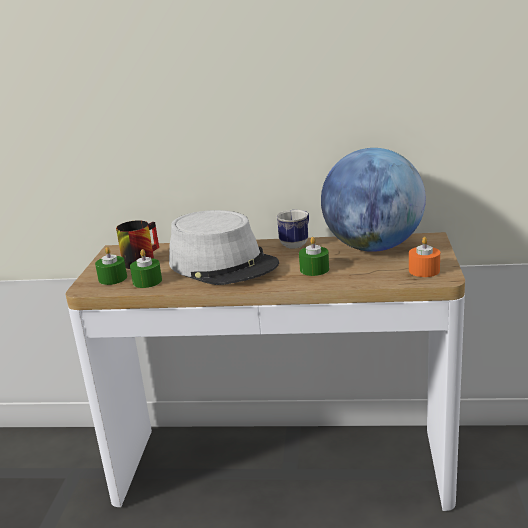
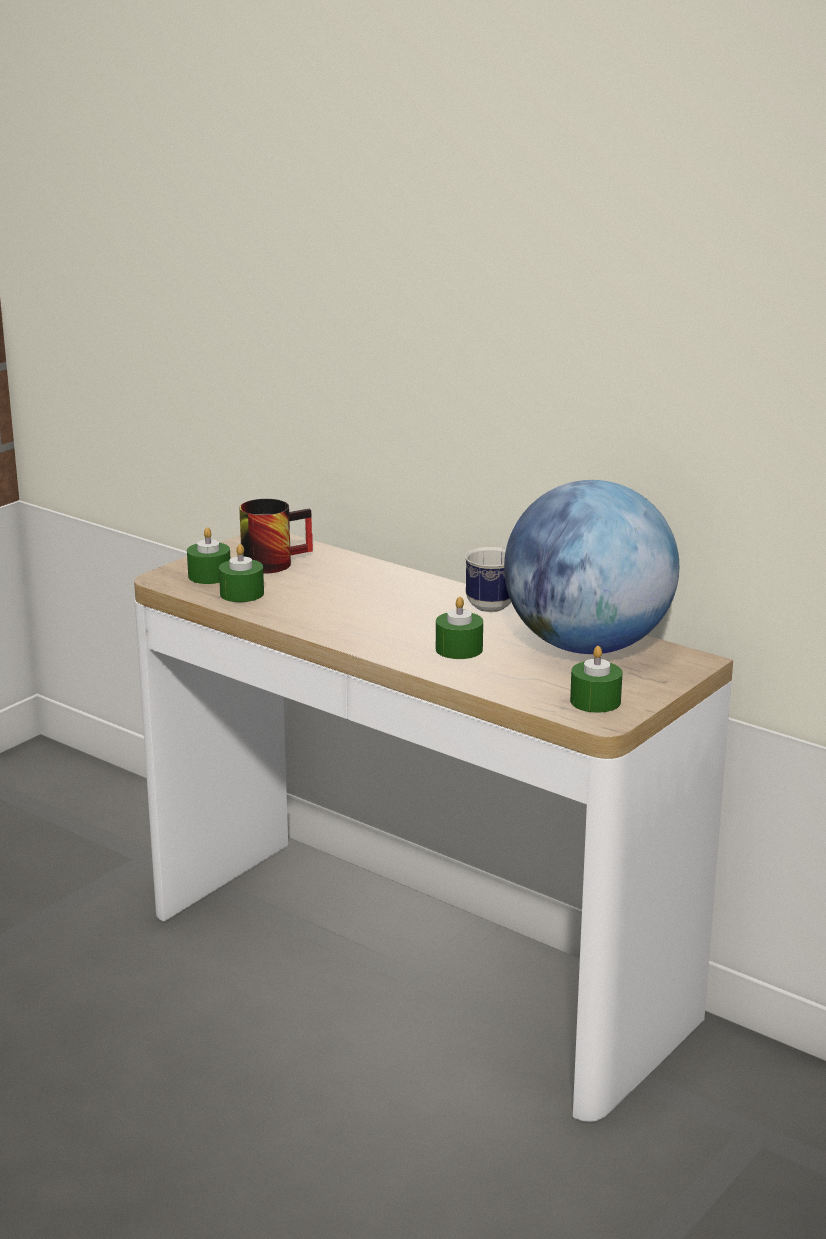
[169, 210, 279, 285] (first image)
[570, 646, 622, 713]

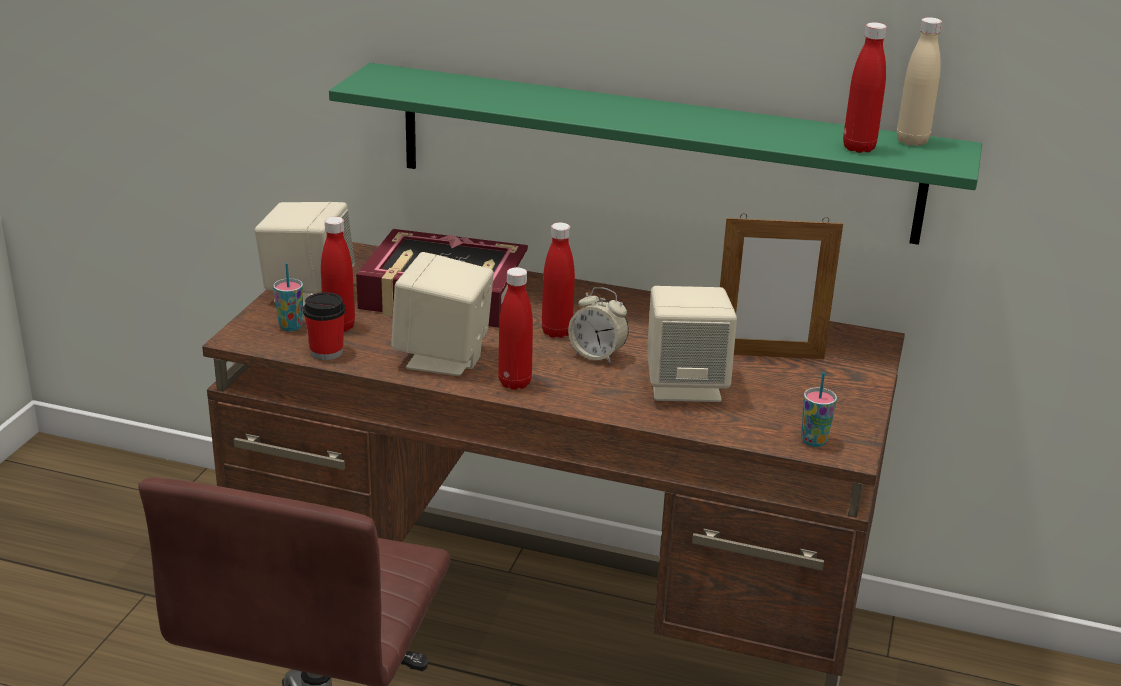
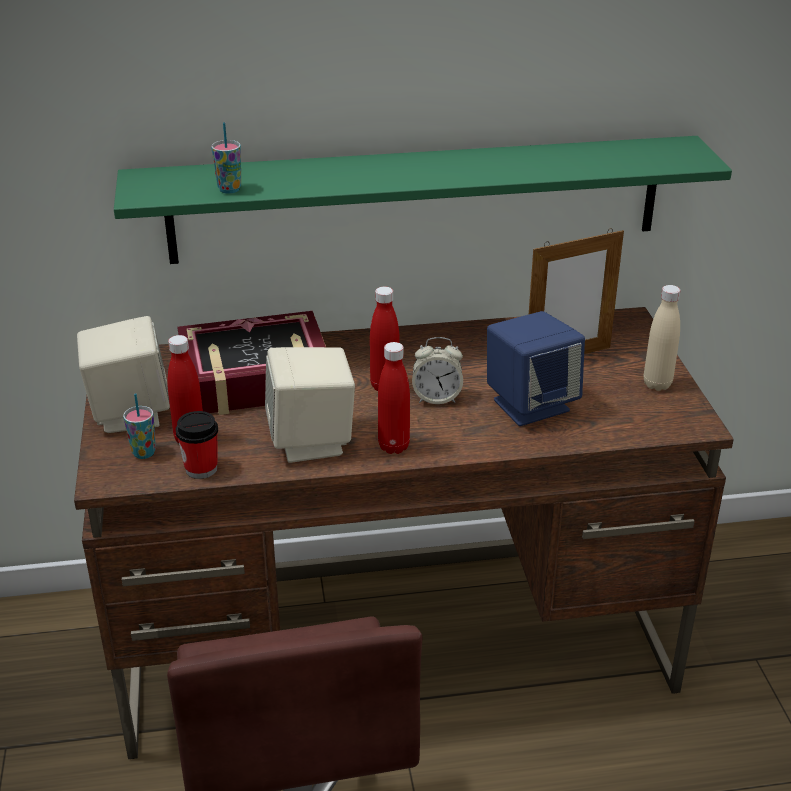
[644, 285, 680, 391]
[843, 22, 887, 153] (first image)
[487, 311, 585, 426]
[211, 122, 241, 194]

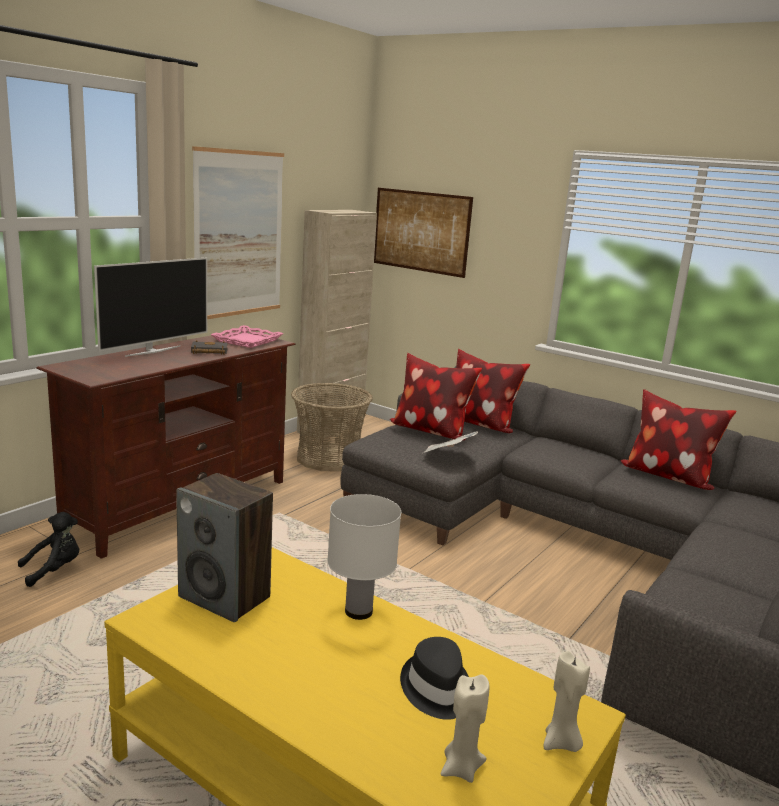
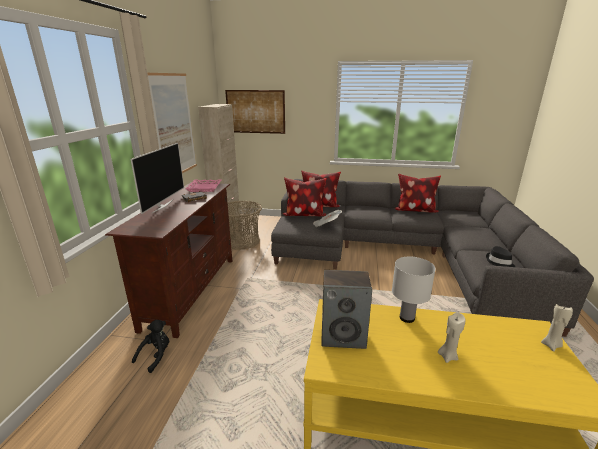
[486, 246, 515, 267]
[438, 312, 465, 363]

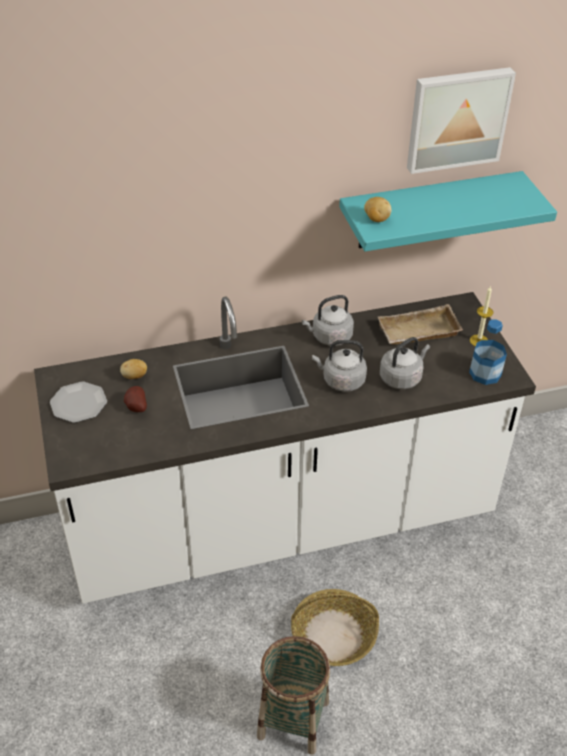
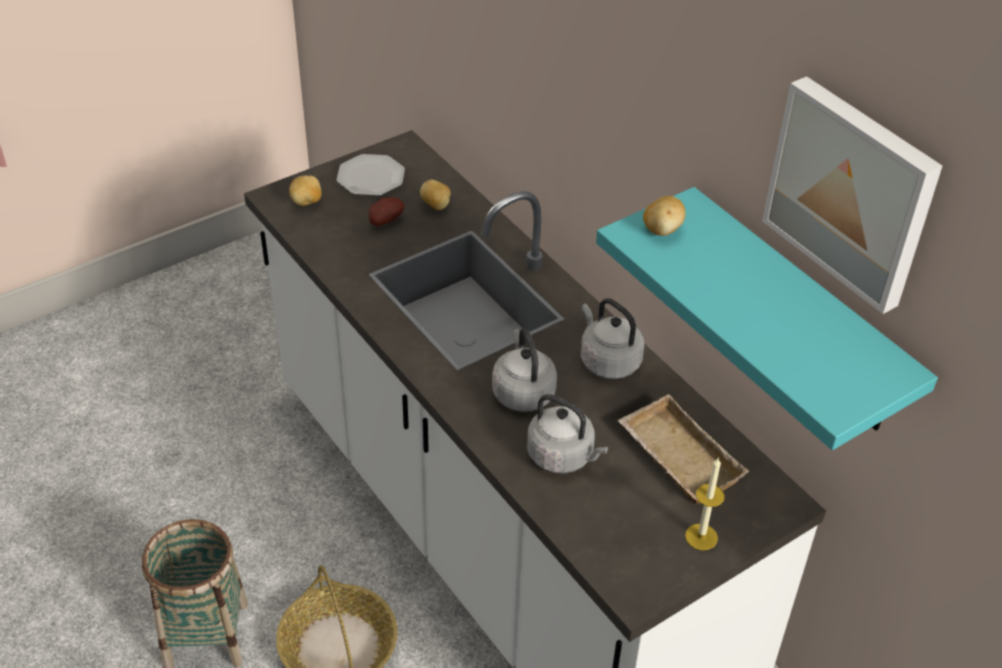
[469, 319, 507, 385] (first image)
[289, 175, 322, 206]

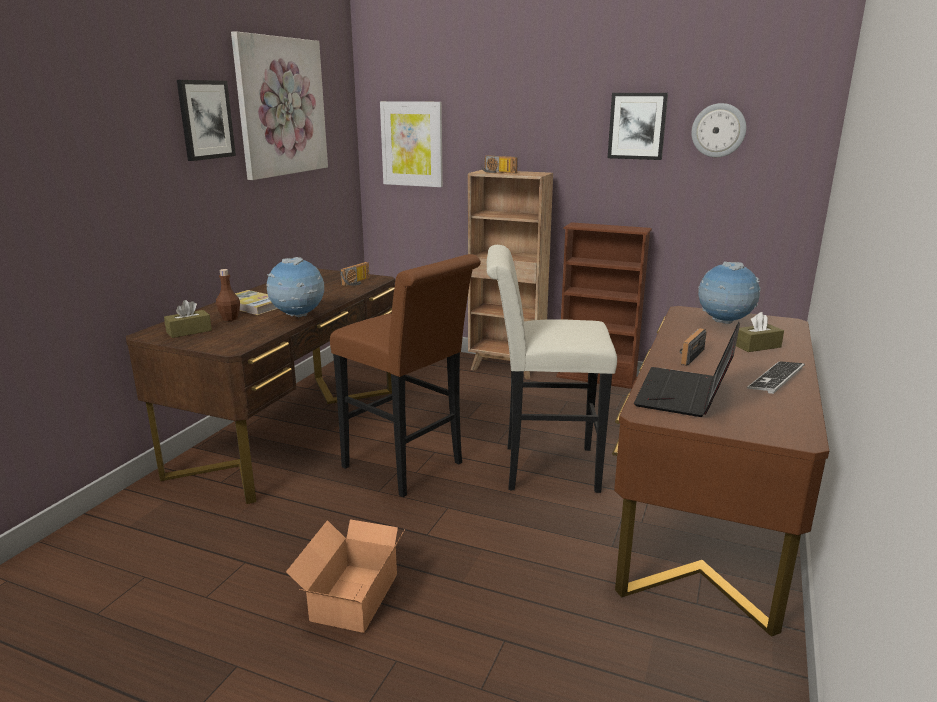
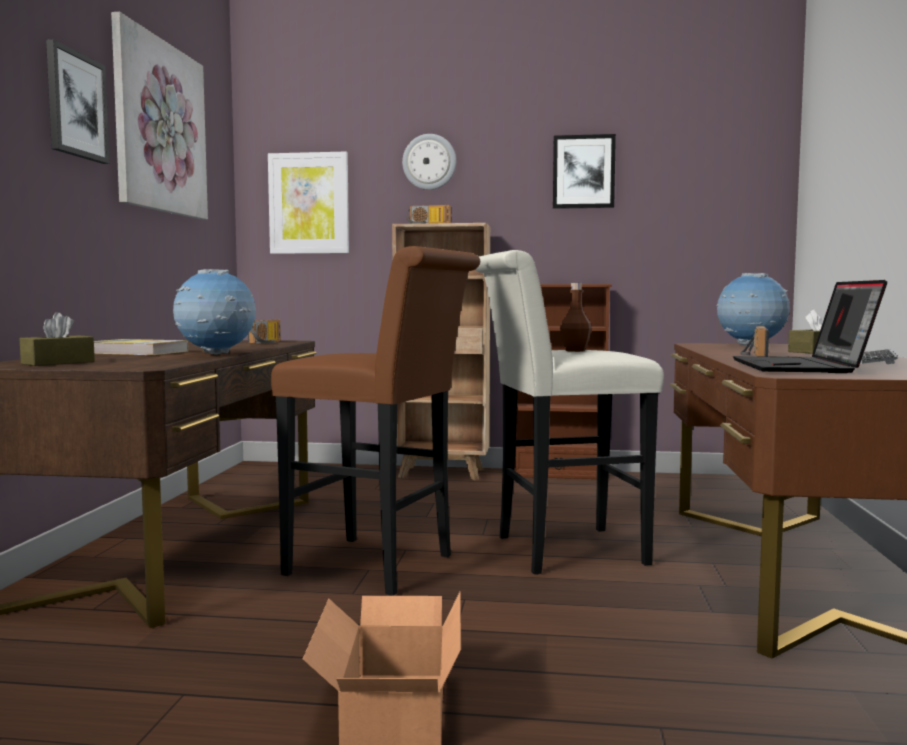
[402, 134, 456, 190]
[560, 283, 591, 352]

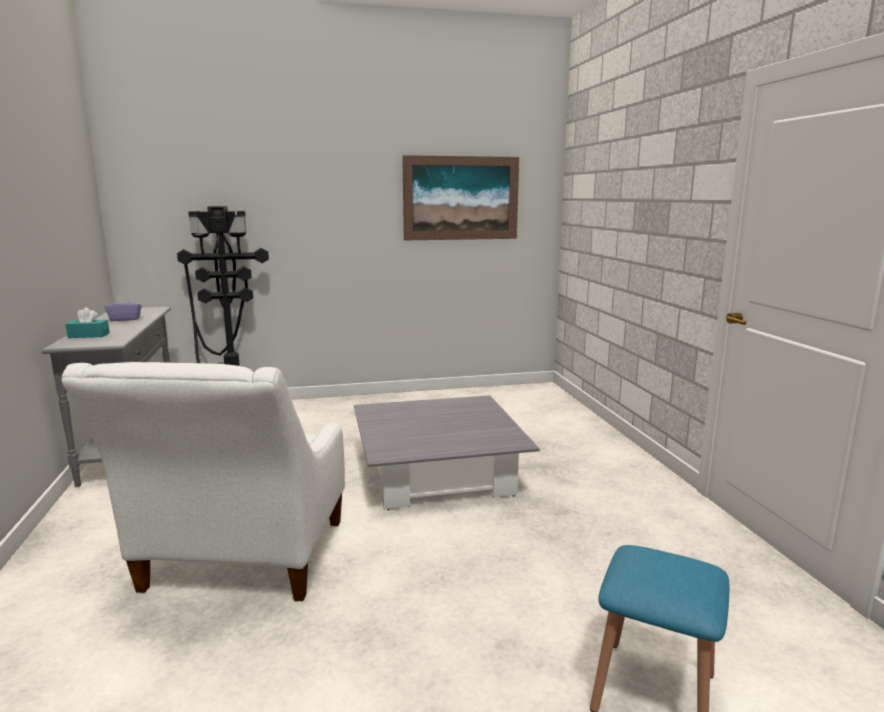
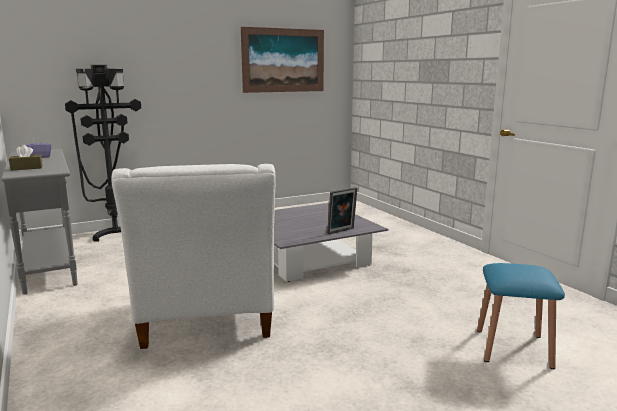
[9, 145, 42, 170]
[327, 187, 358, 234]

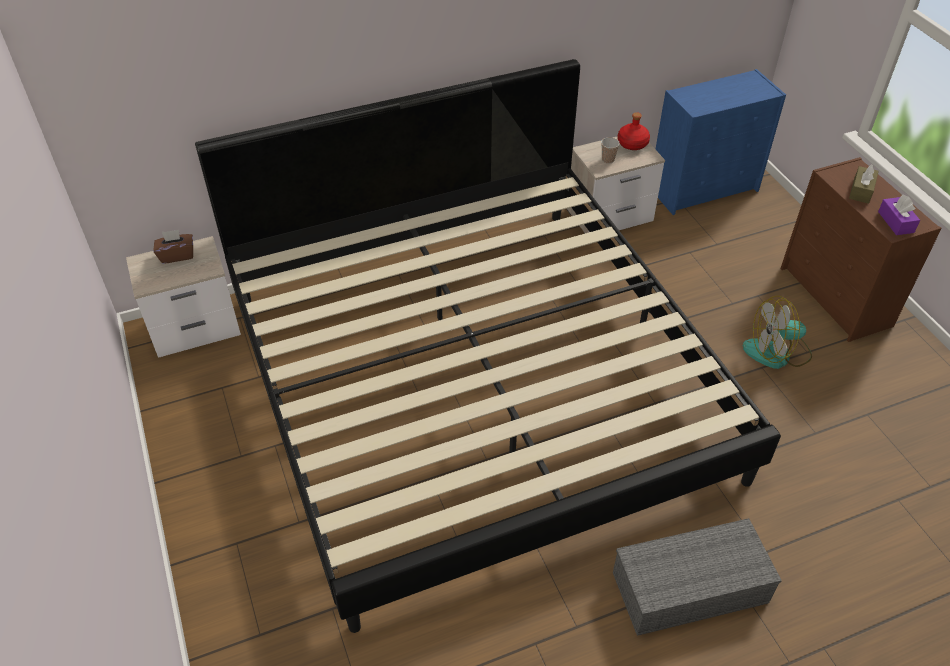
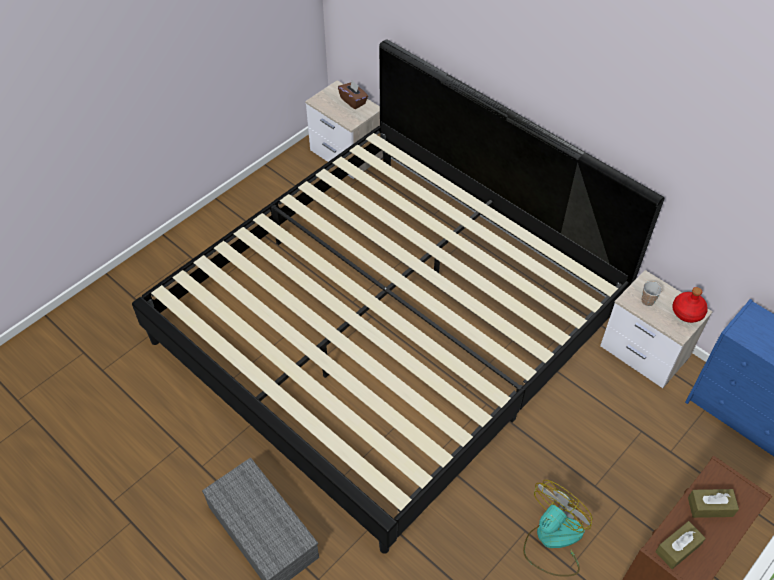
[655, 521, 706, 569]
[523, 480, 593, 577]

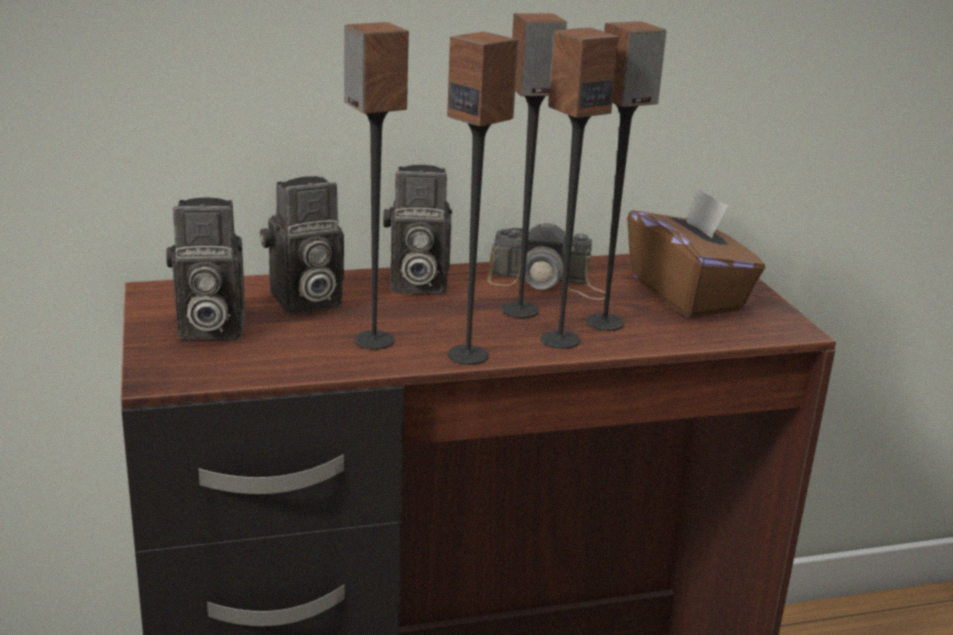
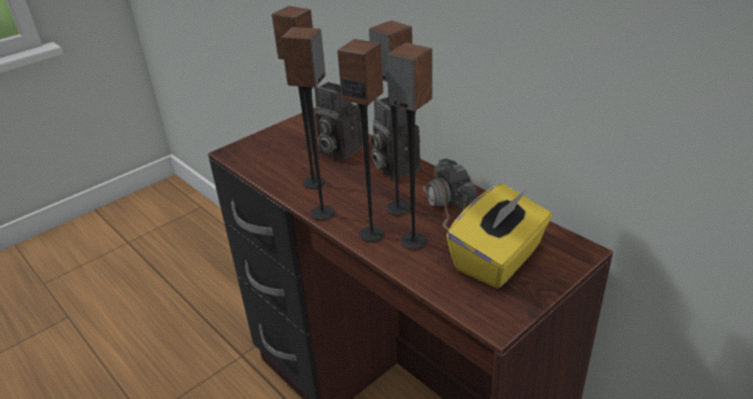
[447, 184, 552, 288]
[166, 197, 245, 340] (first image)

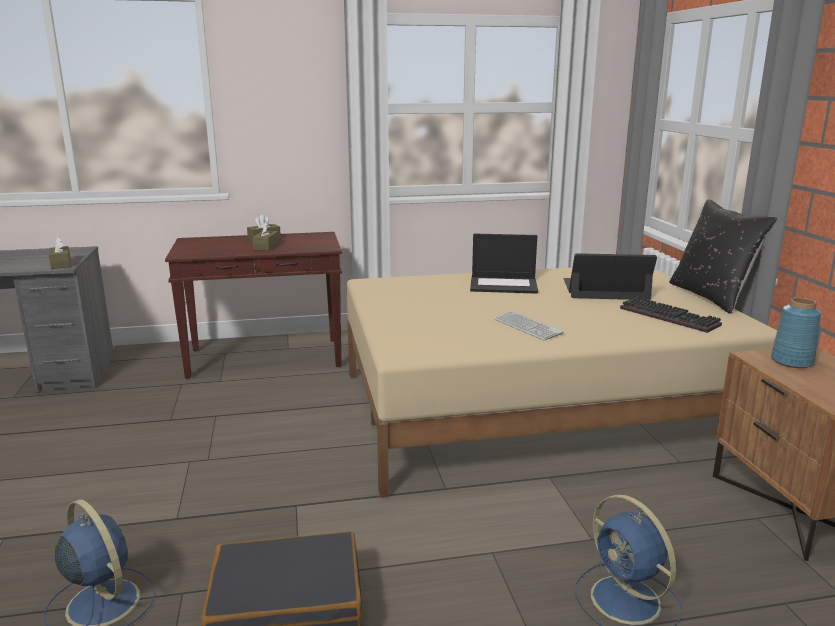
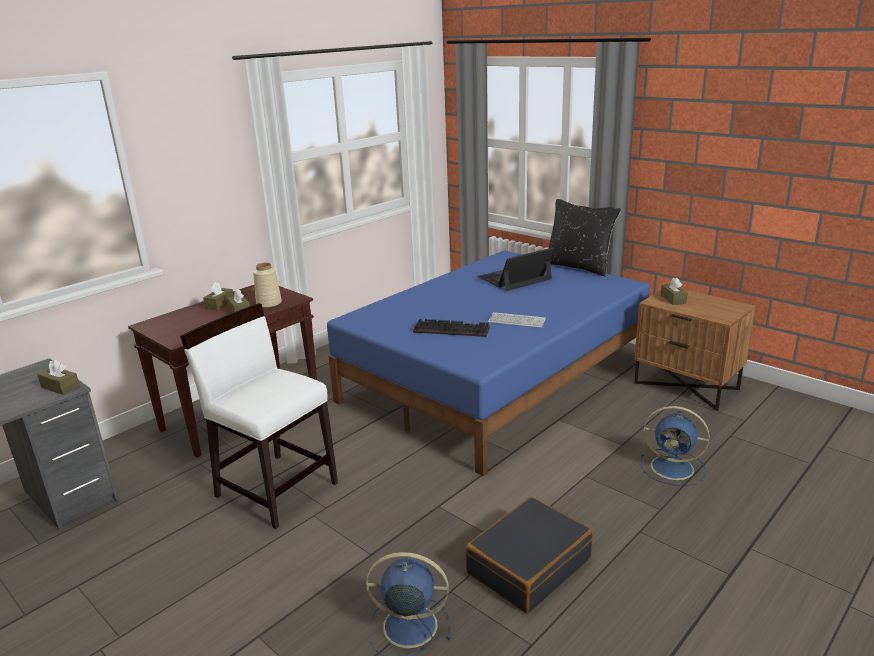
[470, 234, 538, 294] (first image)
[327, 251, 650, 476]
[413, 319, 490, 337]
[660, 277, 687, 305]
[253, 263, 282, 308]
[180, 304, 338, 529]

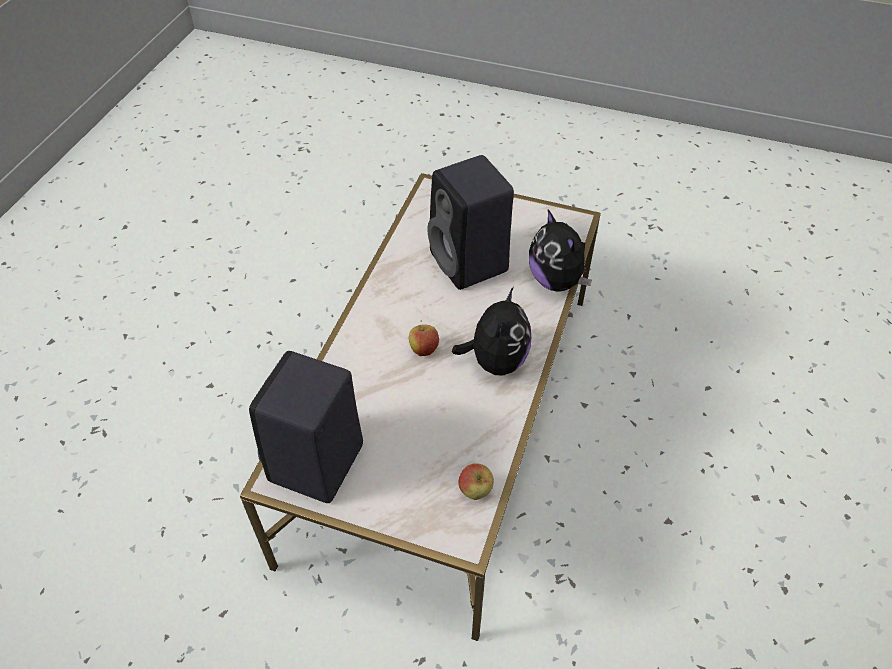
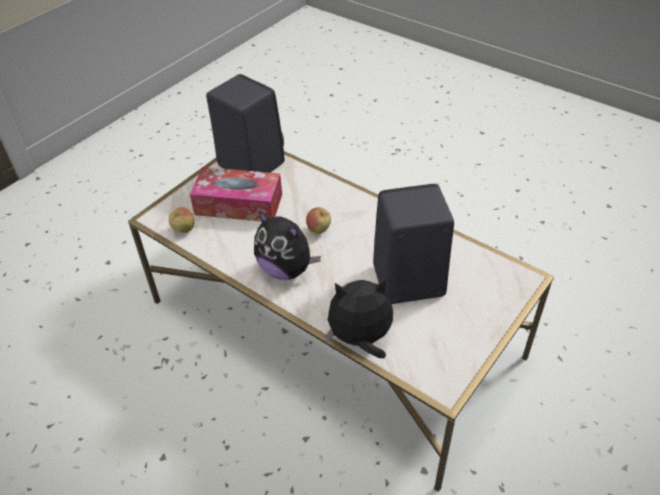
[190, 167, 282, 222]

